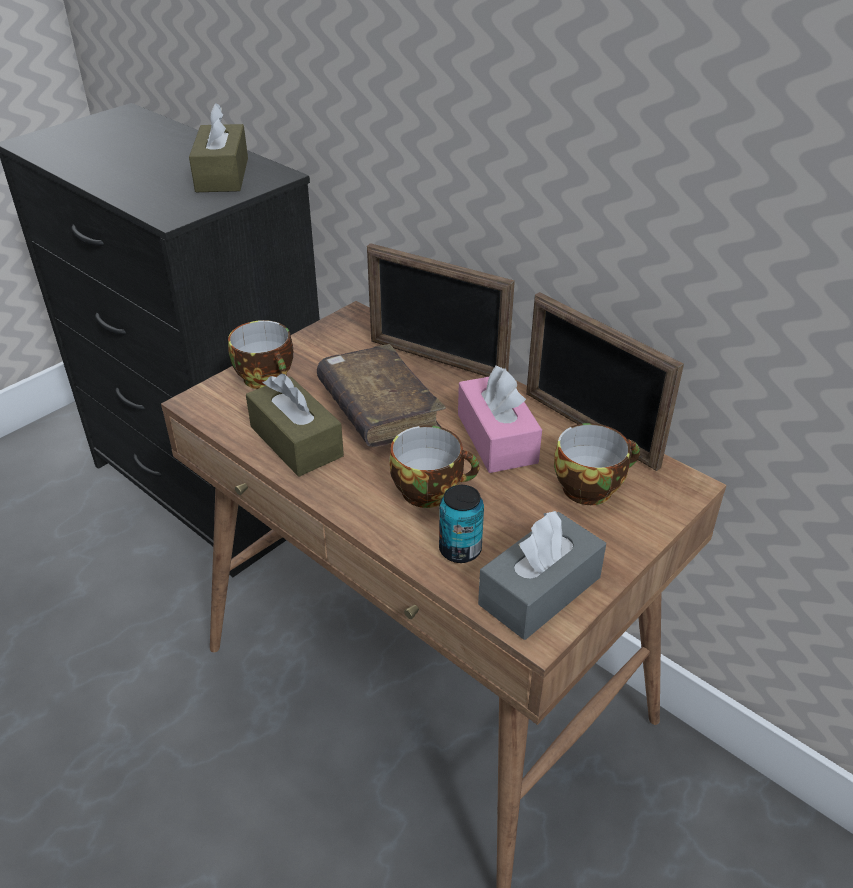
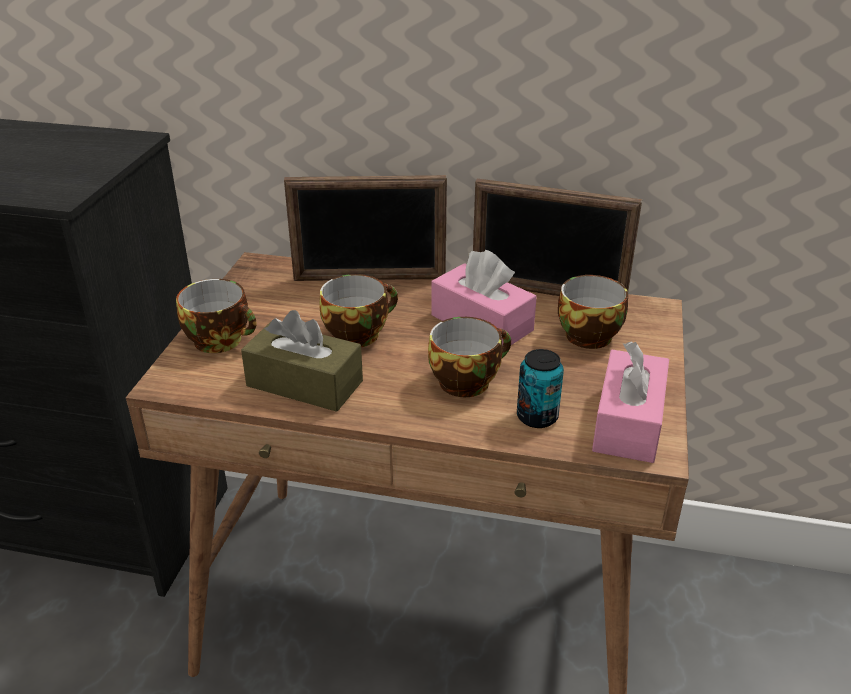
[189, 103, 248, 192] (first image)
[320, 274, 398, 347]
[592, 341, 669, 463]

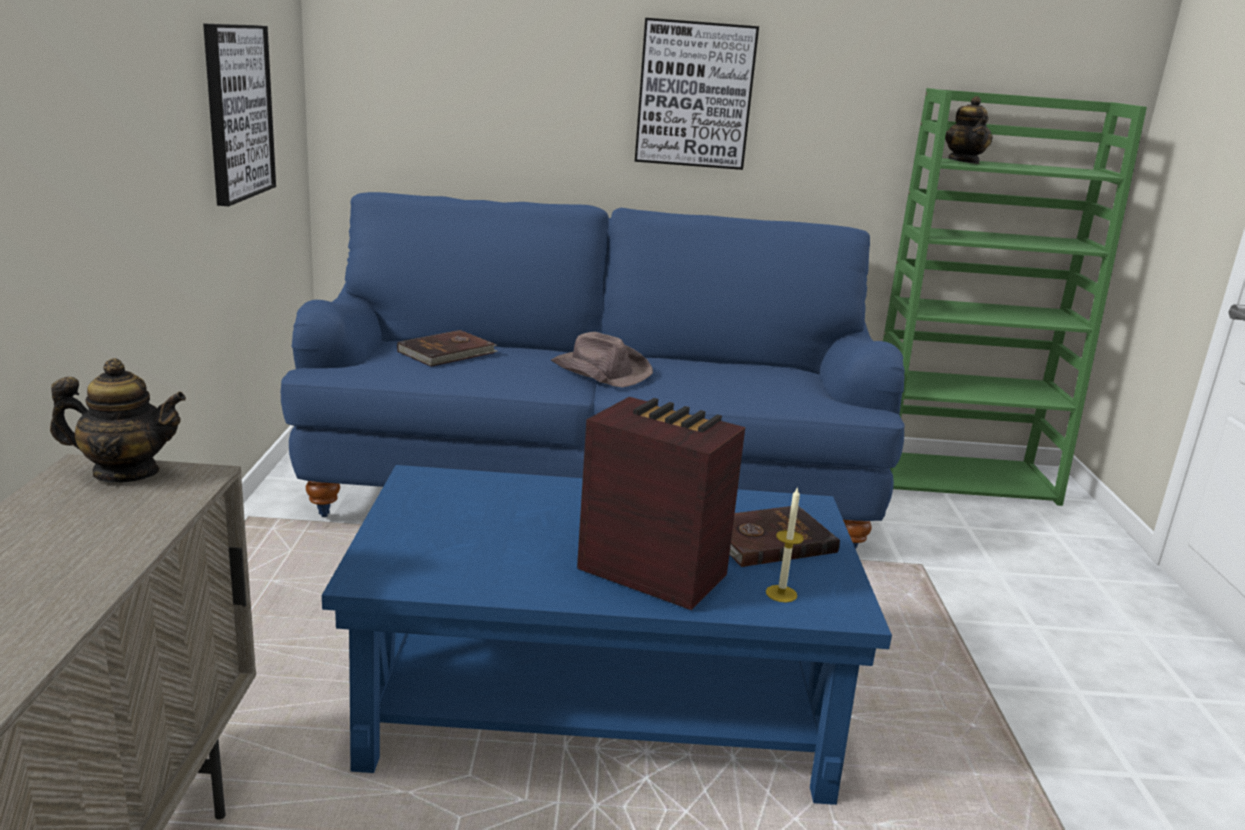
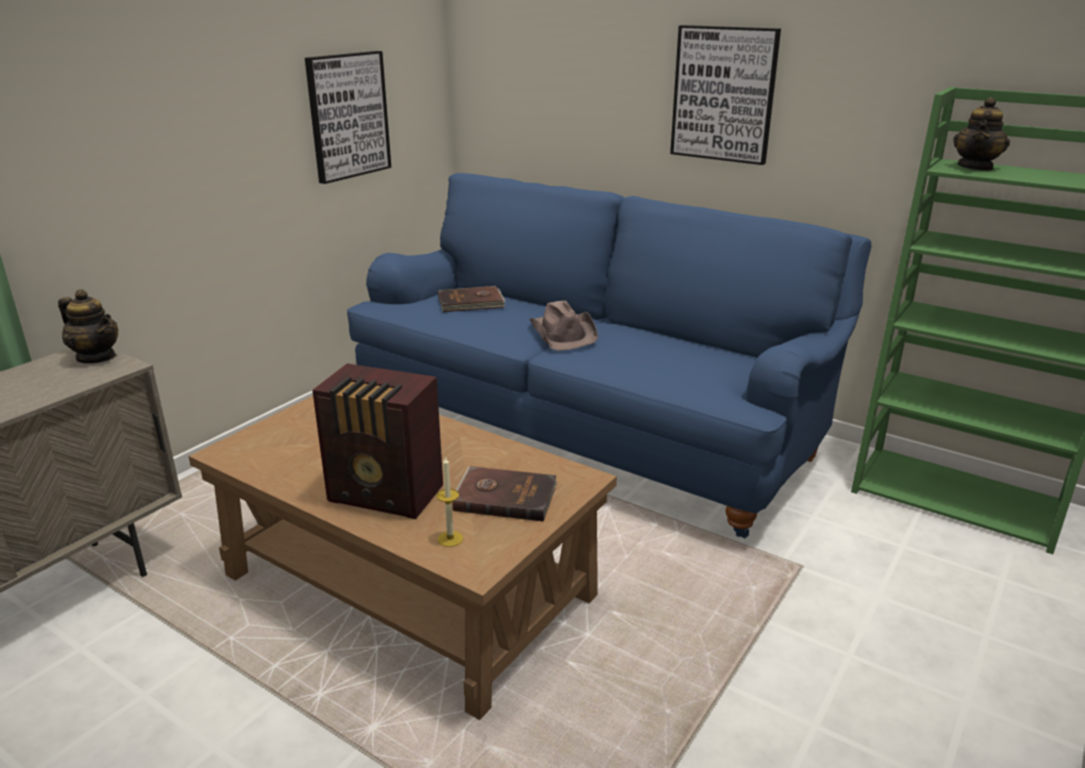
[312, 364, 443, 519]
[188, 396, 617, 720]

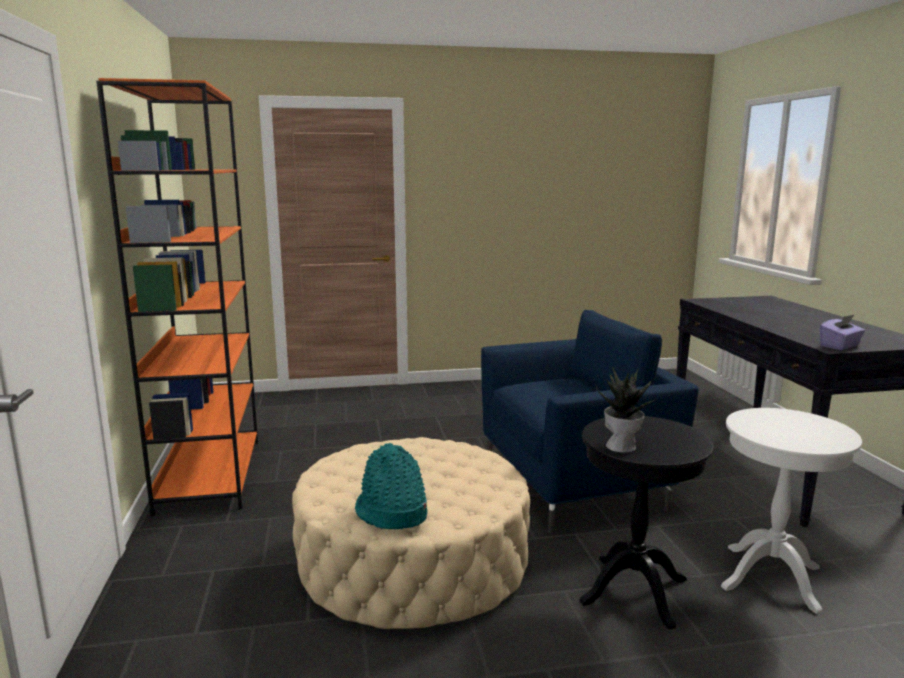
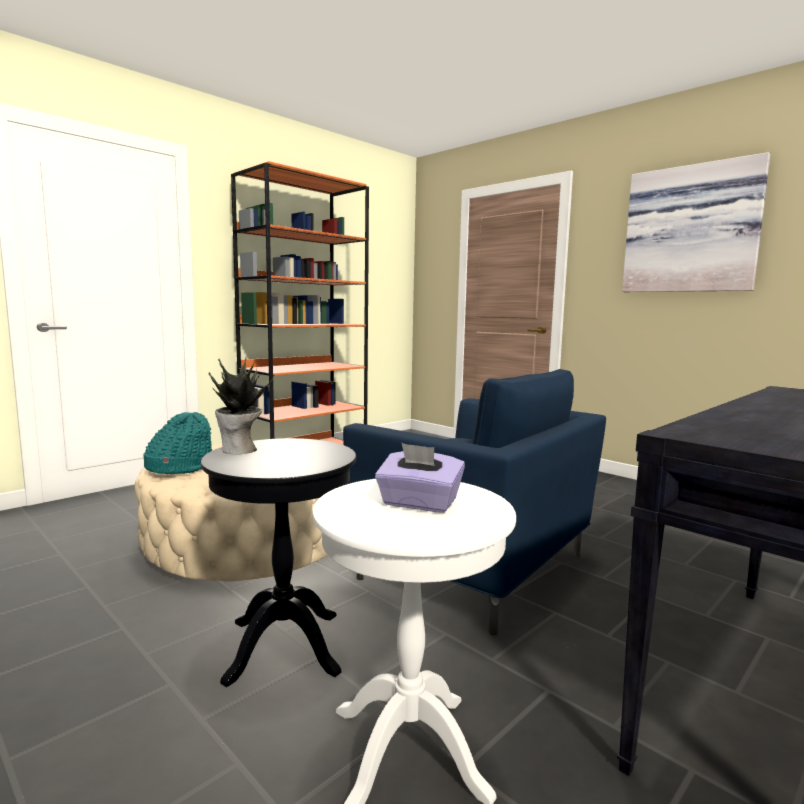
[375, 443, 465, 513]
[622, 152, 770, 292]

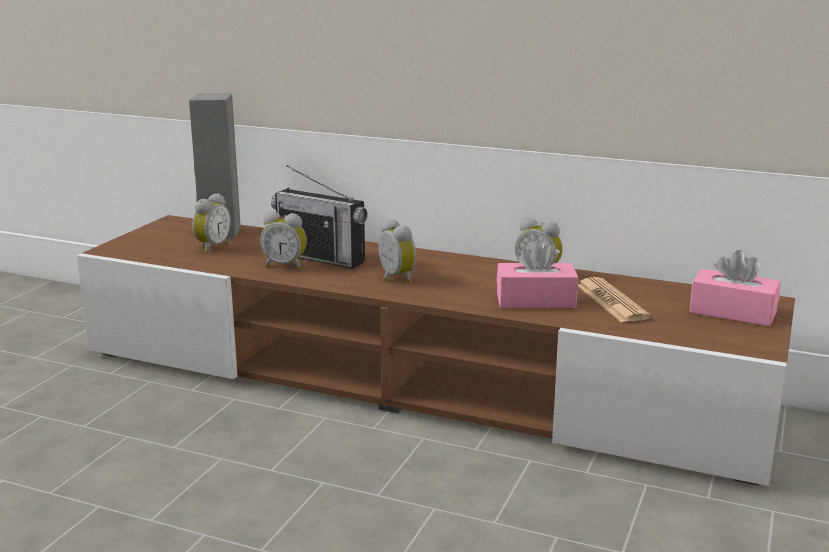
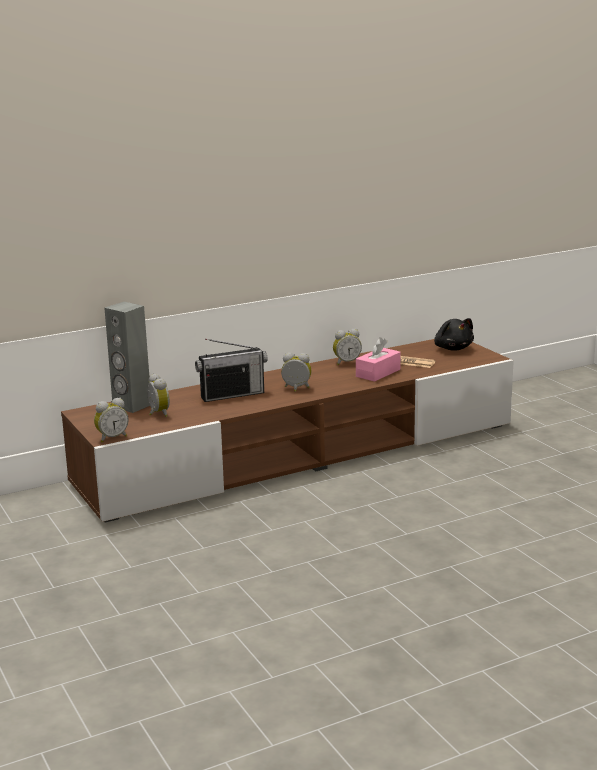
[94, 398, 129, 443]
[434, 318, 474, 350]

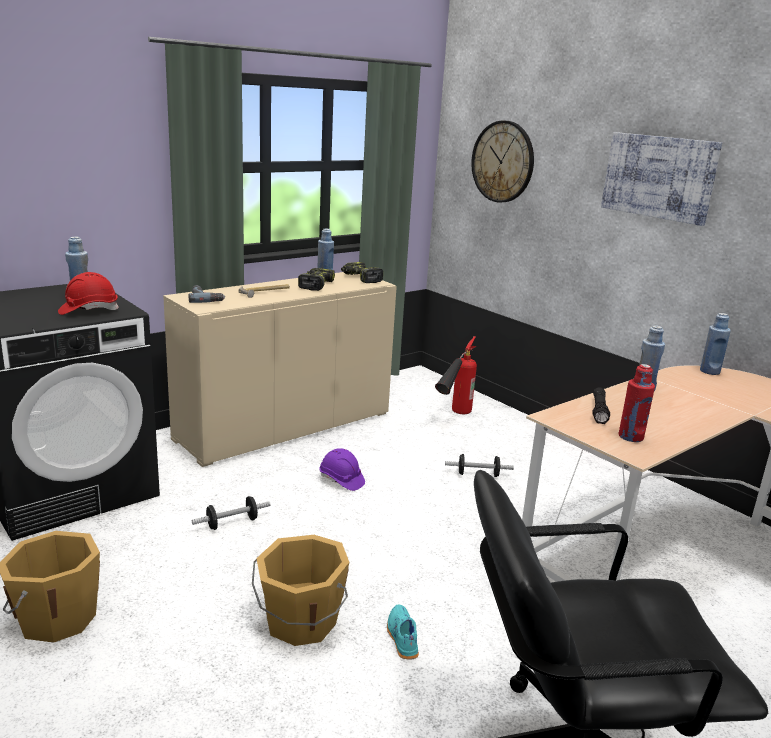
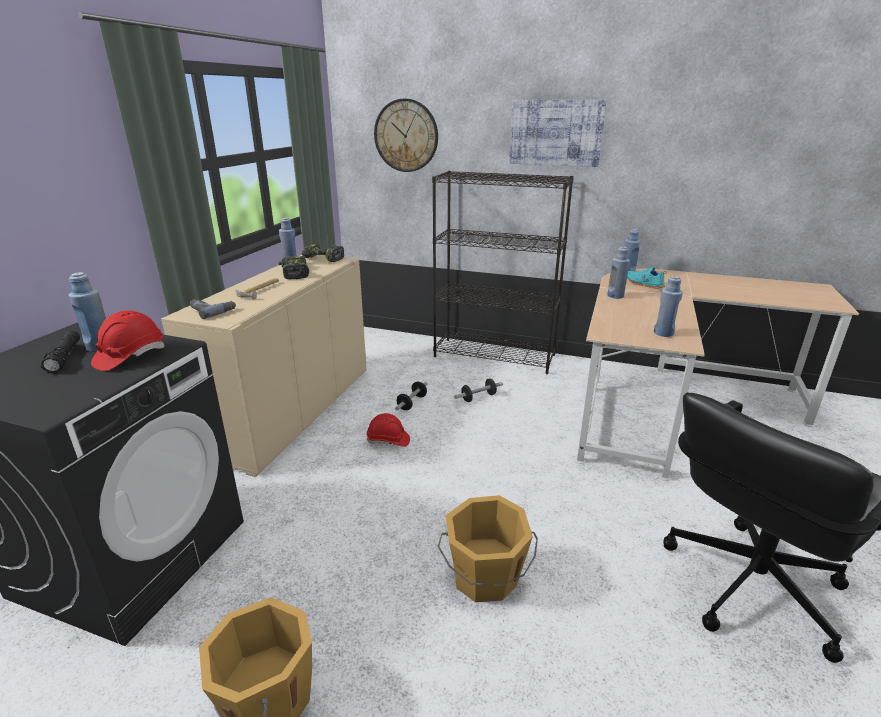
[435, 336, 477, 414] (first image)
[654, 276, 683, 337]
[41, 331, 80, 373]
[366, 413, 410, 447]
[395, 382, 428, 411]
[627, 267, 667, 289]
[432, 171, 574, 374]

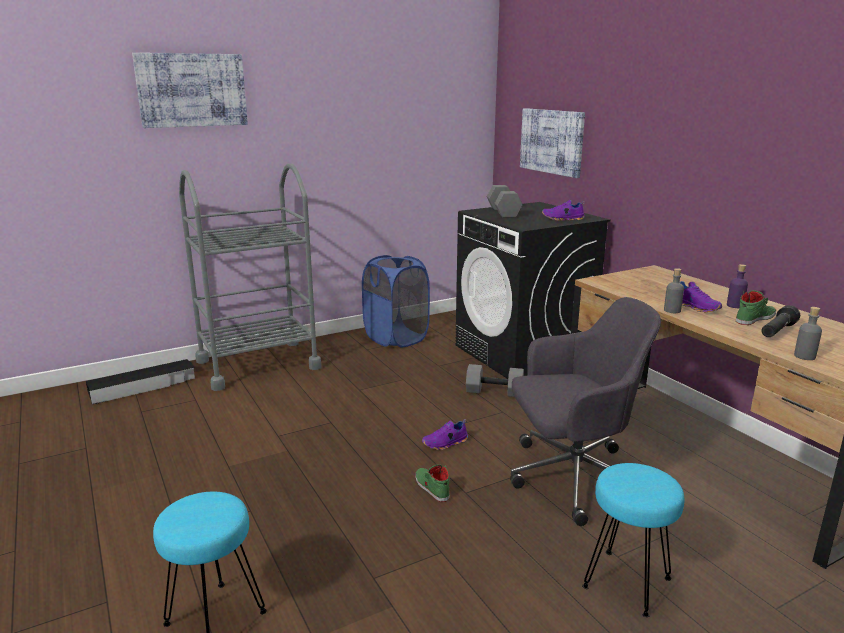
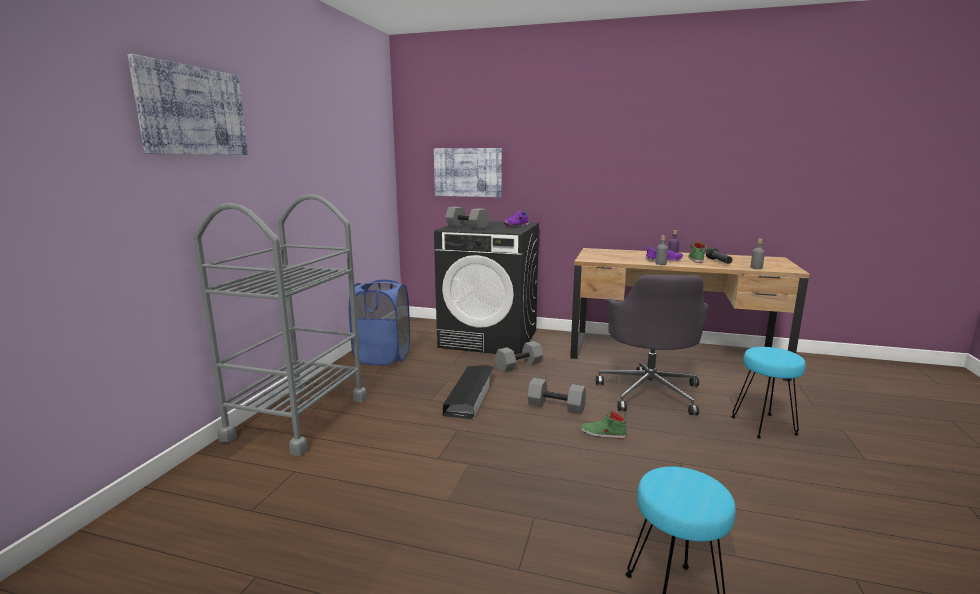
[596, 275, 708, 415]
[443, 365, 494, 420]
[527, 378, 586, 414]

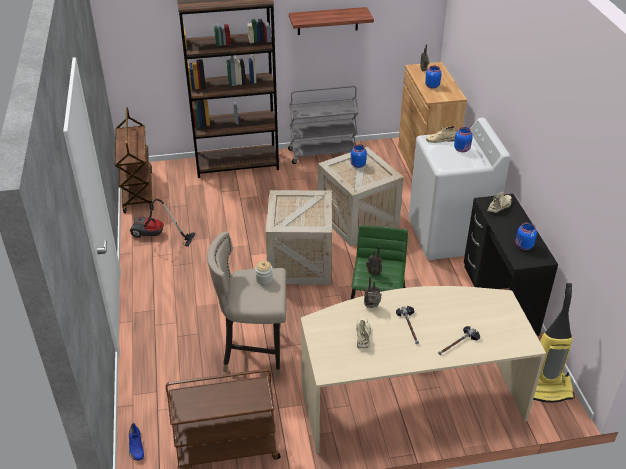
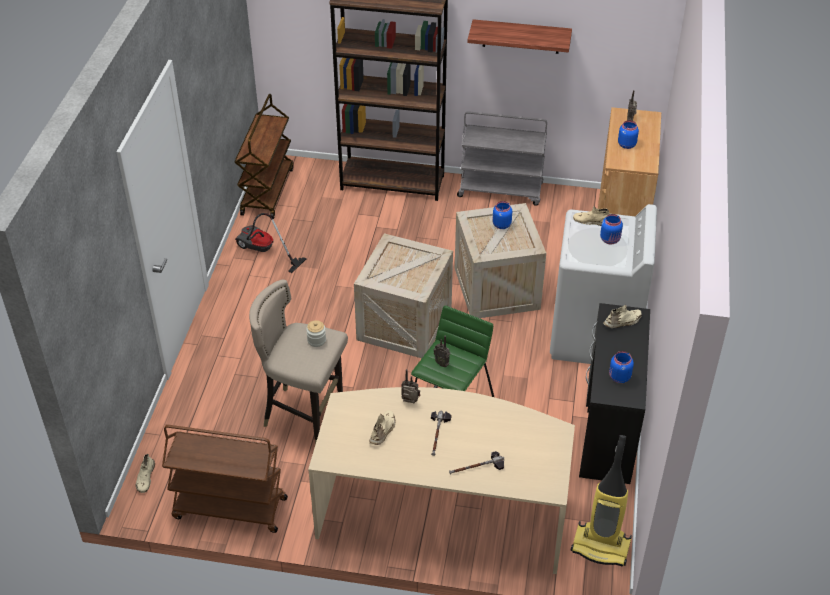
[136, 454, 155, 493]

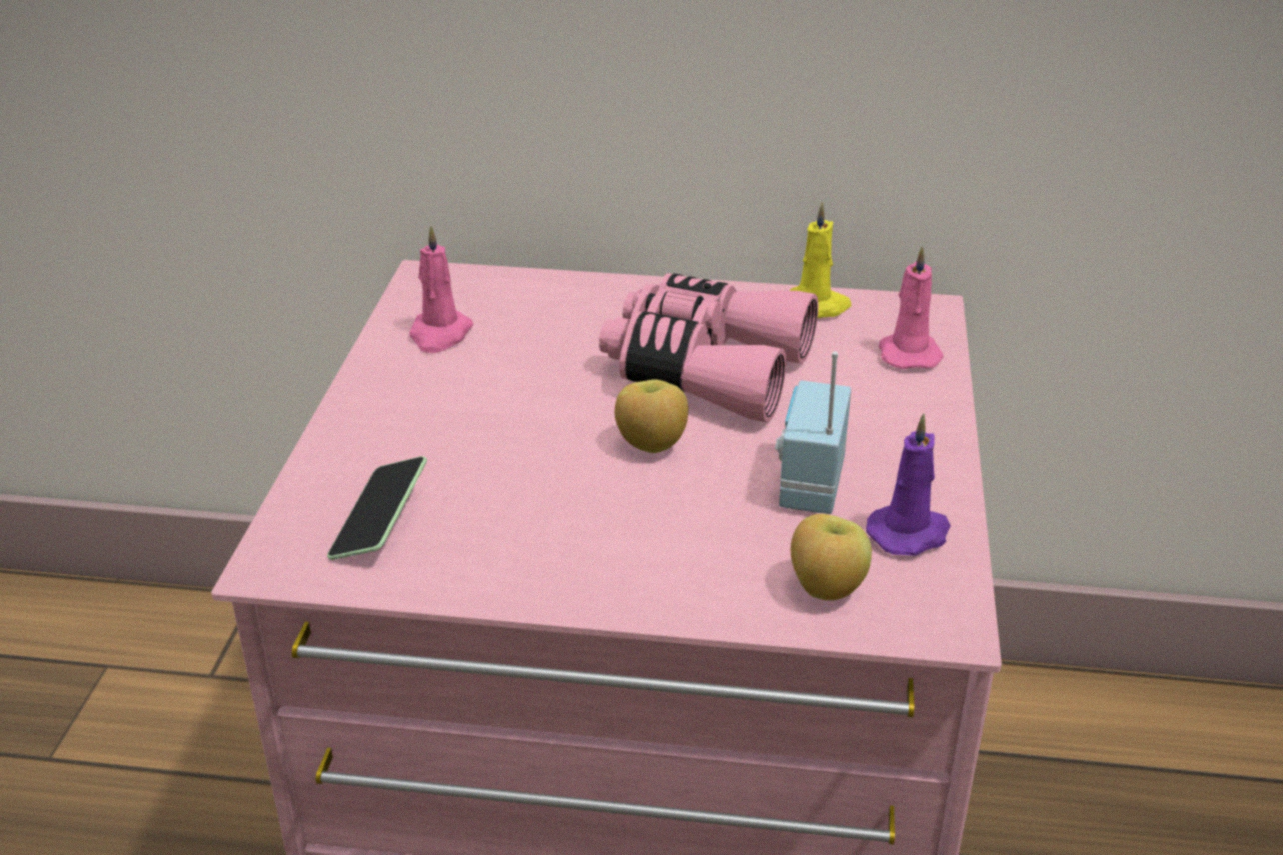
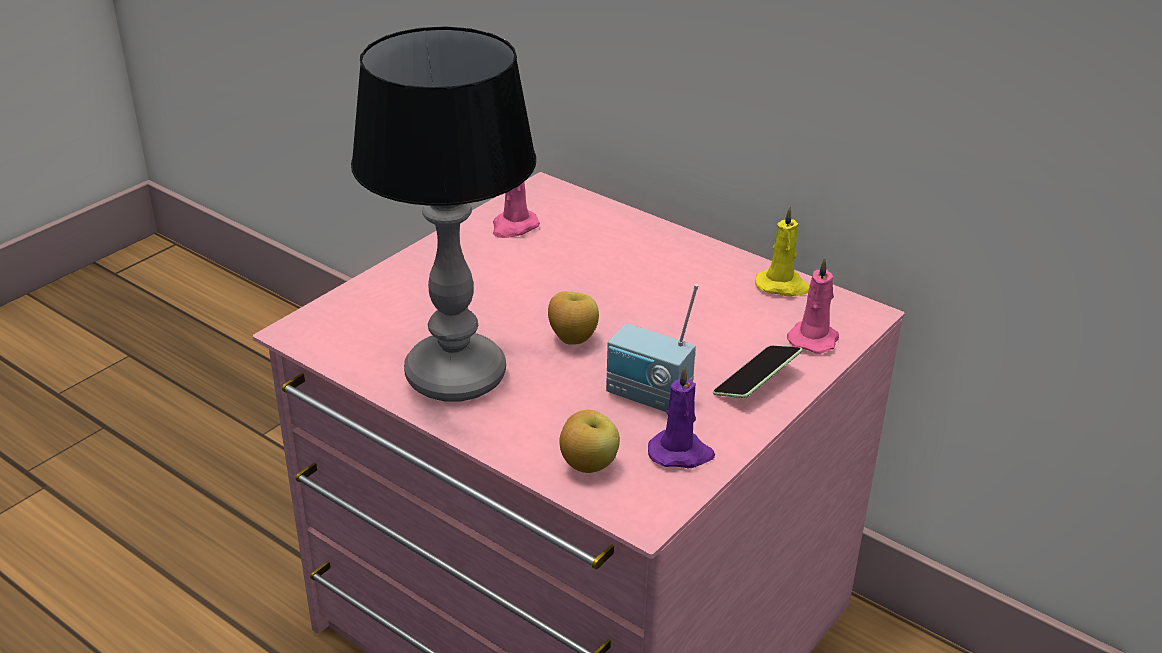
[599, 273, 818, 422] (first image)
[606, 284, 699, 412]
[713, 345, 803, 398]
[351, 26, 536, 402]

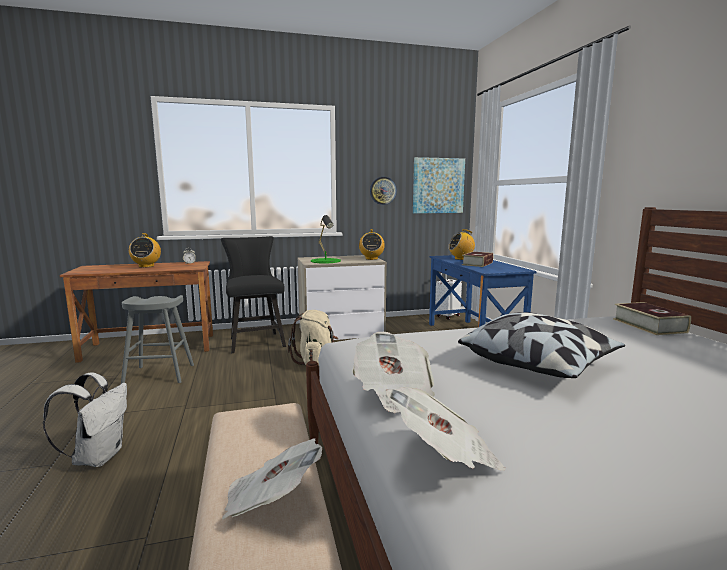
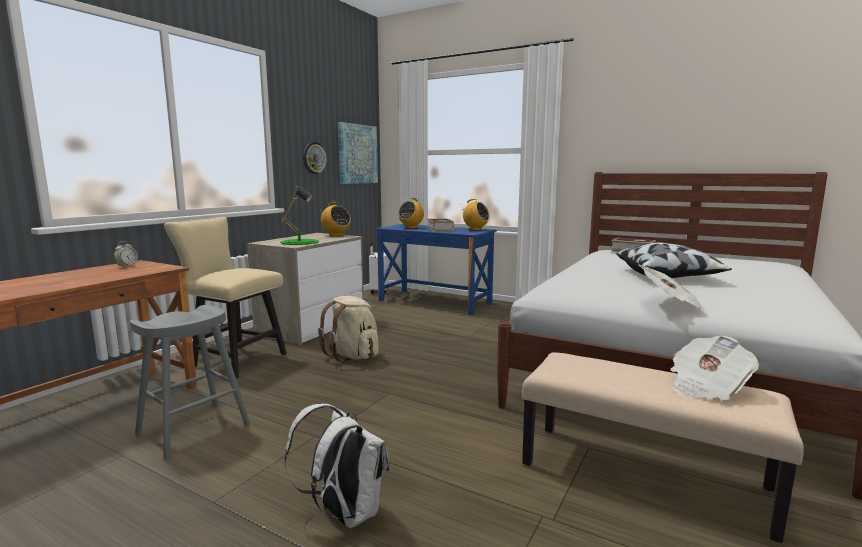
[460, 199, 490, 230]
[164, 217, 287, 379]
[386, 387, 506, 471] (first image)

